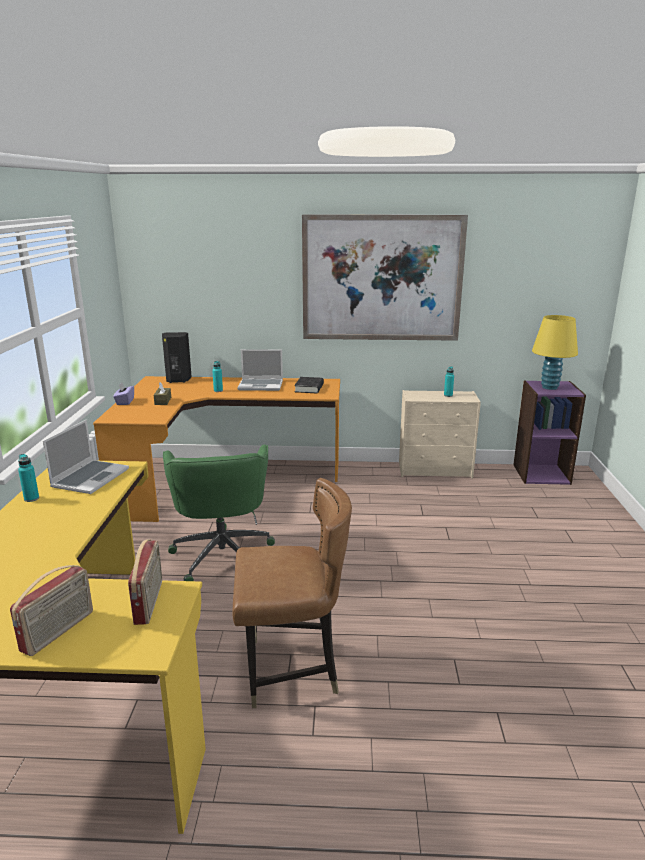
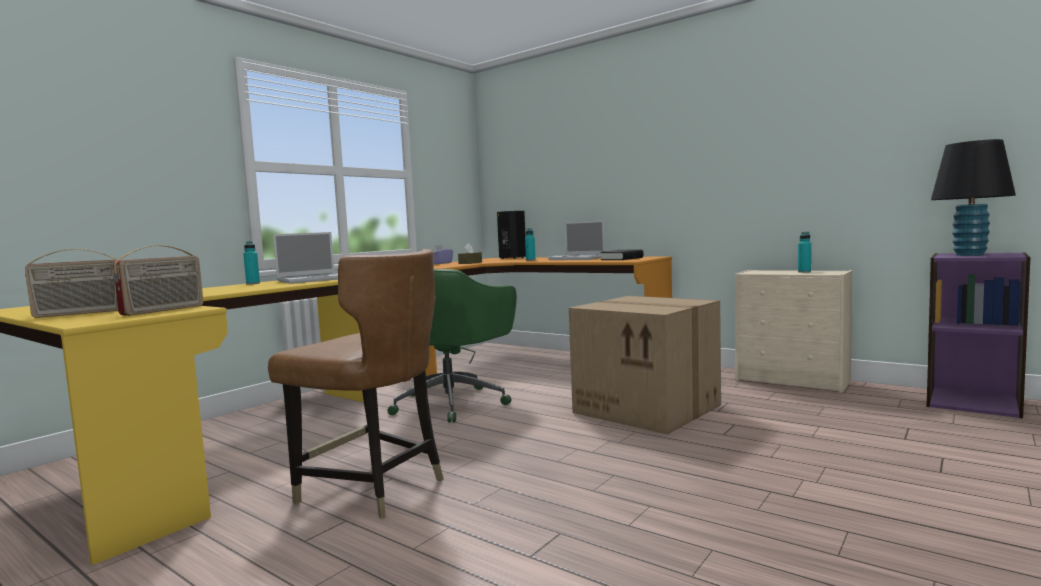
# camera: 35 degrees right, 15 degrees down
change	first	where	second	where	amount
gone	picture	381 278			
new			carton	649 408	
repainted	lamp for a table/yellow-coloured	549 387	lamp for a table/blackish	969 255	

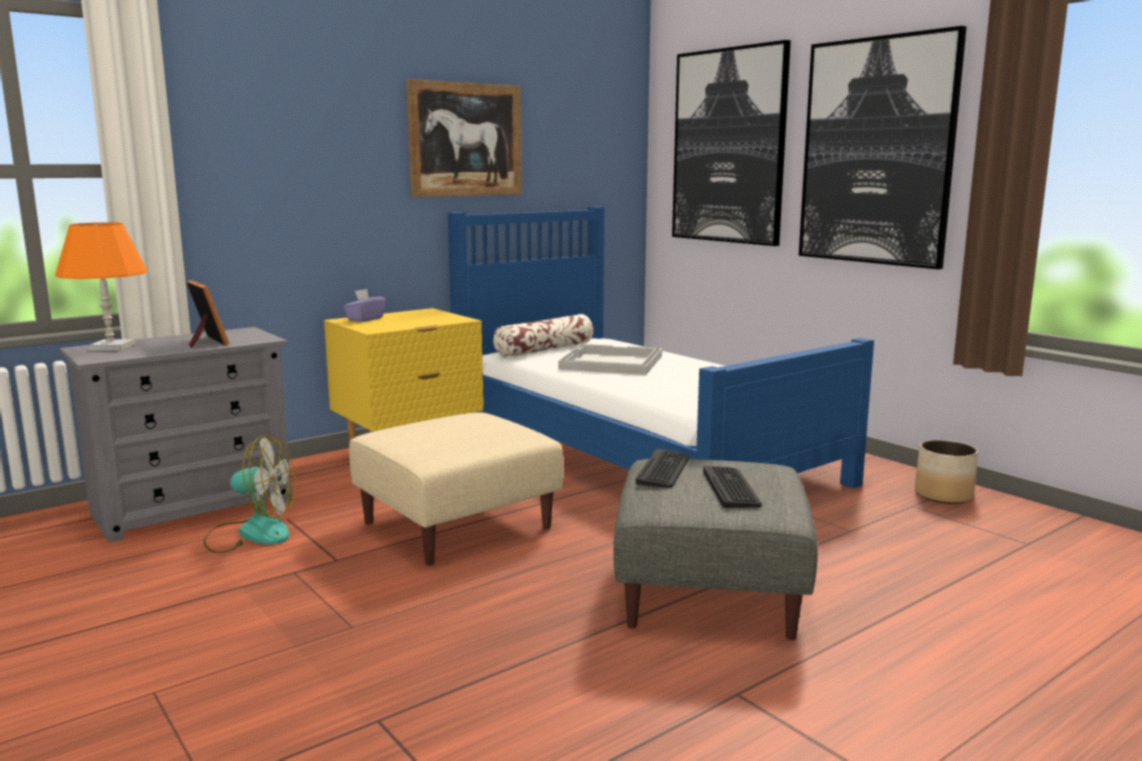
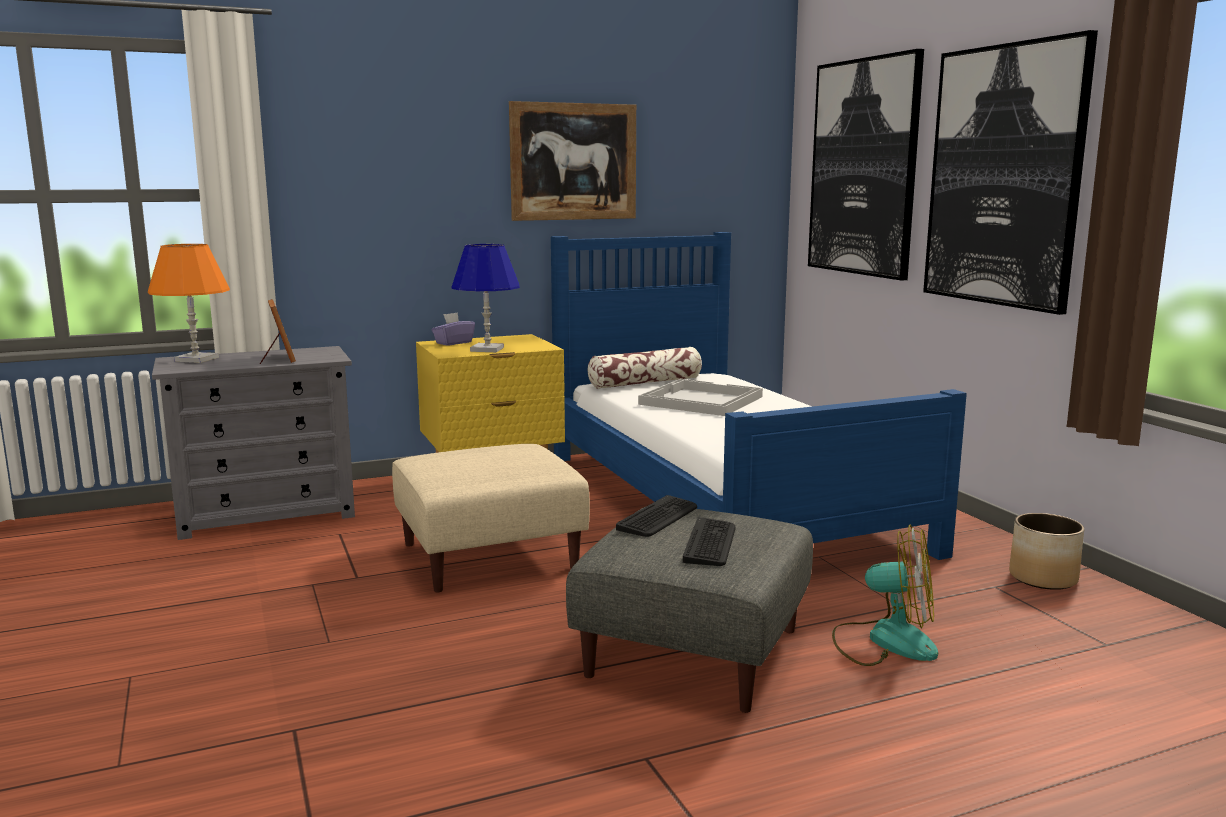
# camera: 15 degrees right, 0 degrees up
change	first	where	second	where	amount
new			lamp for a table/bluish	487 349	
shifted	fan	251 533		885 641	

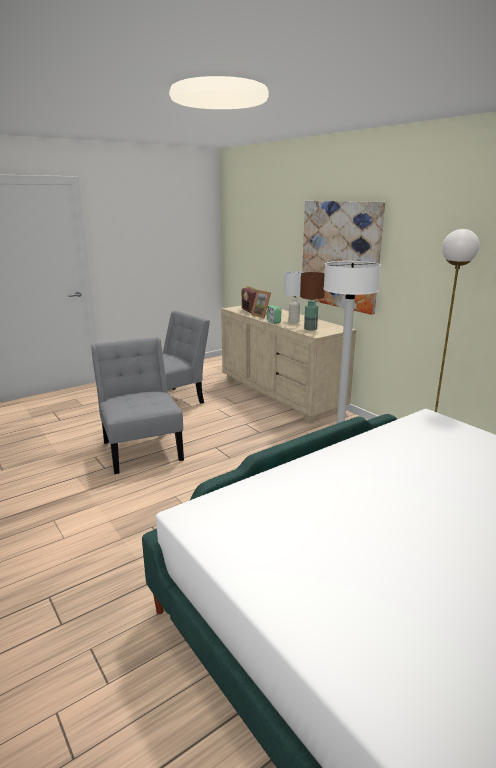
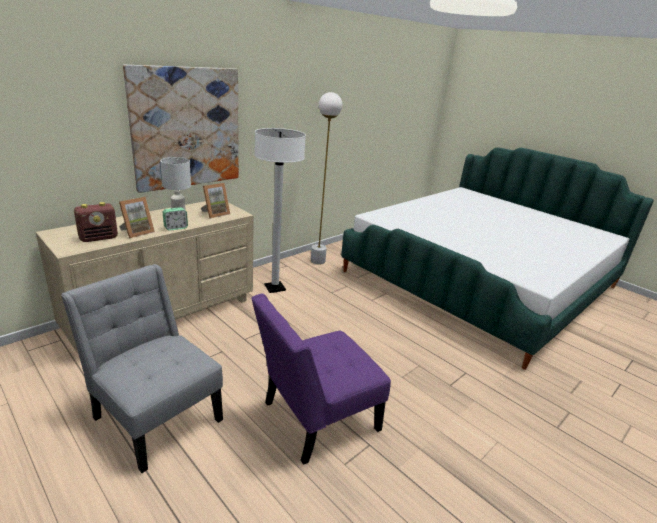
# camera: 100 degrees left, 5 degrees up
change	first	where	second	where	amount
swapped	lamp for a table/brown-coloured	311 329	picture frame	215 214	
repainted	plain chair/gray	142 448	plain chair/purple-coloured	315 418	

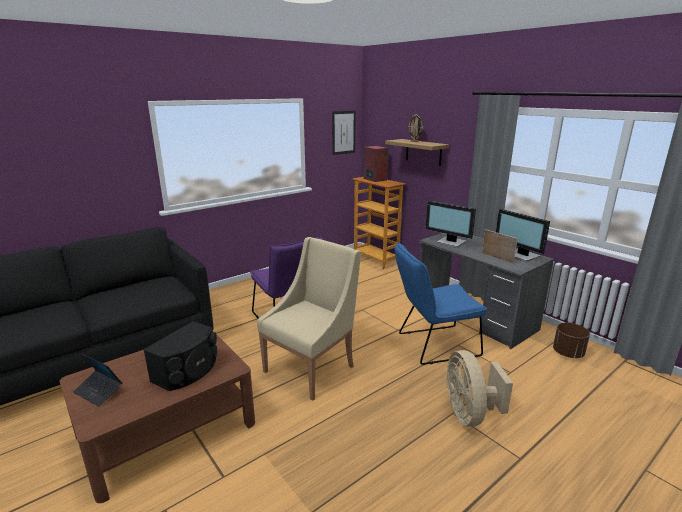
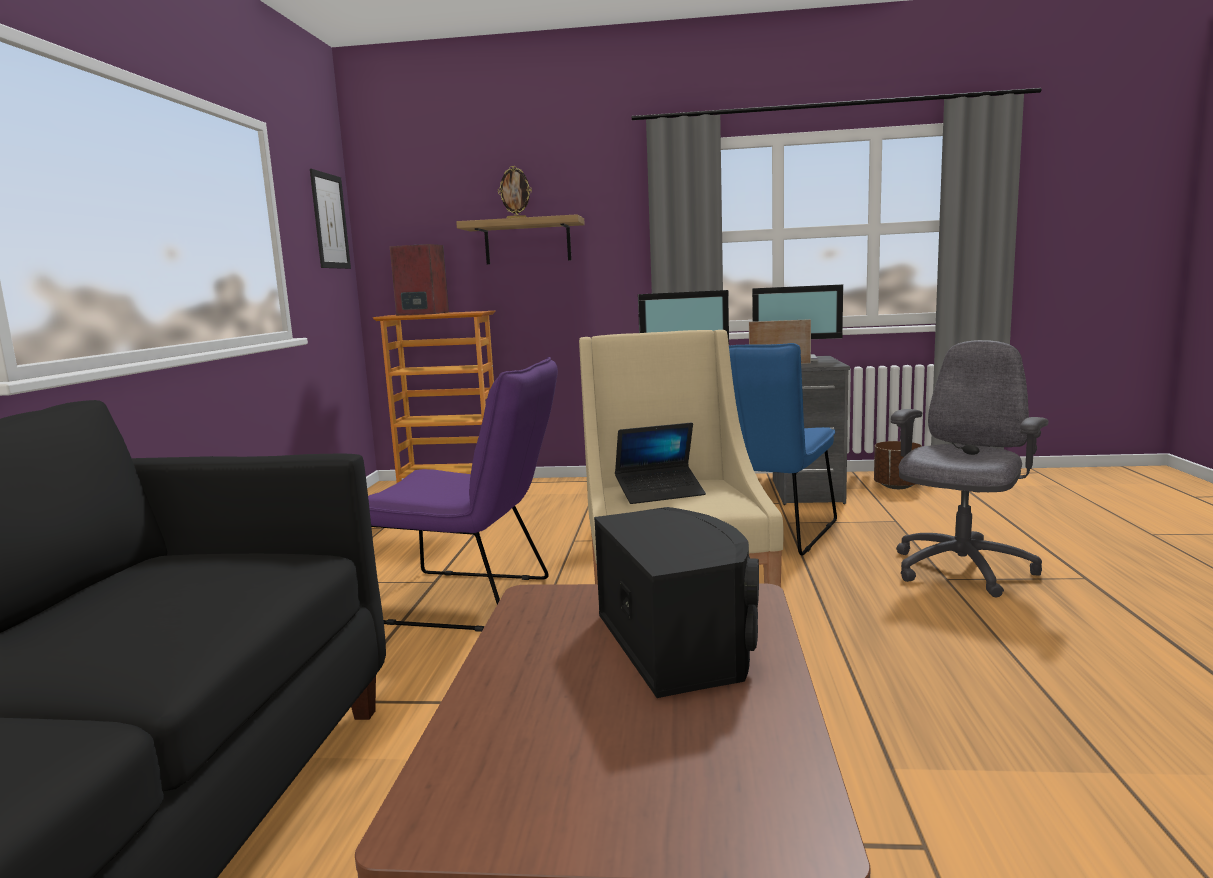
# camera: 45 degrees left, 10 degrees down
change	first	where	second	where	amount
shifted	portable computer	99 392		660 493	
swapped	fan/beige-coloured	469 414	computer chair/gray	960 570	

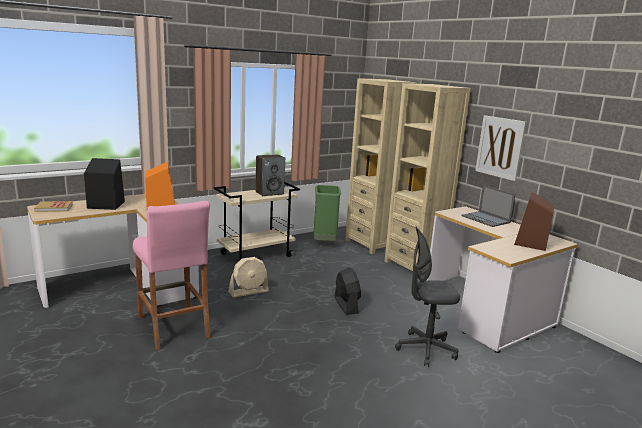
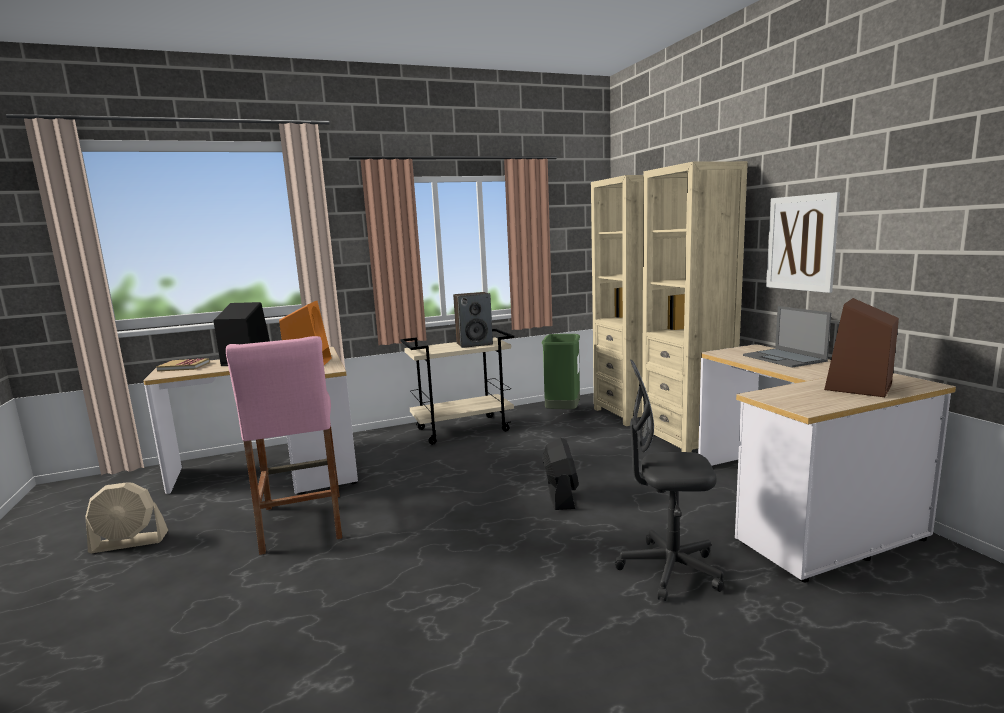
# camera: 15 degrees right, 5 degrees down
change	first	where	second	where	amount
shifted	fan/beige-coloured	248 292		130 542	

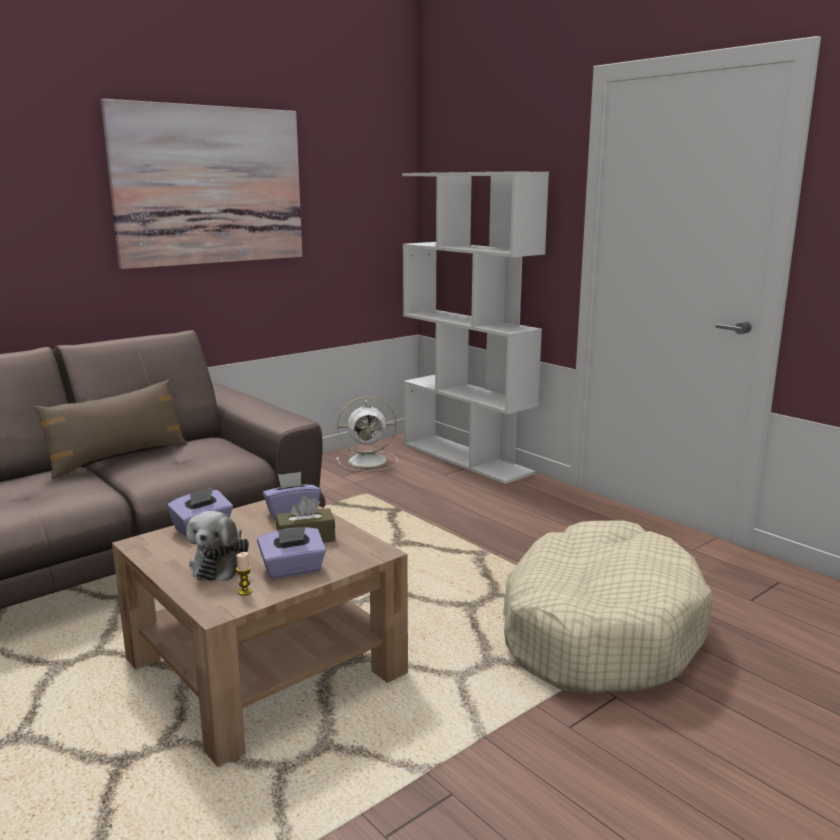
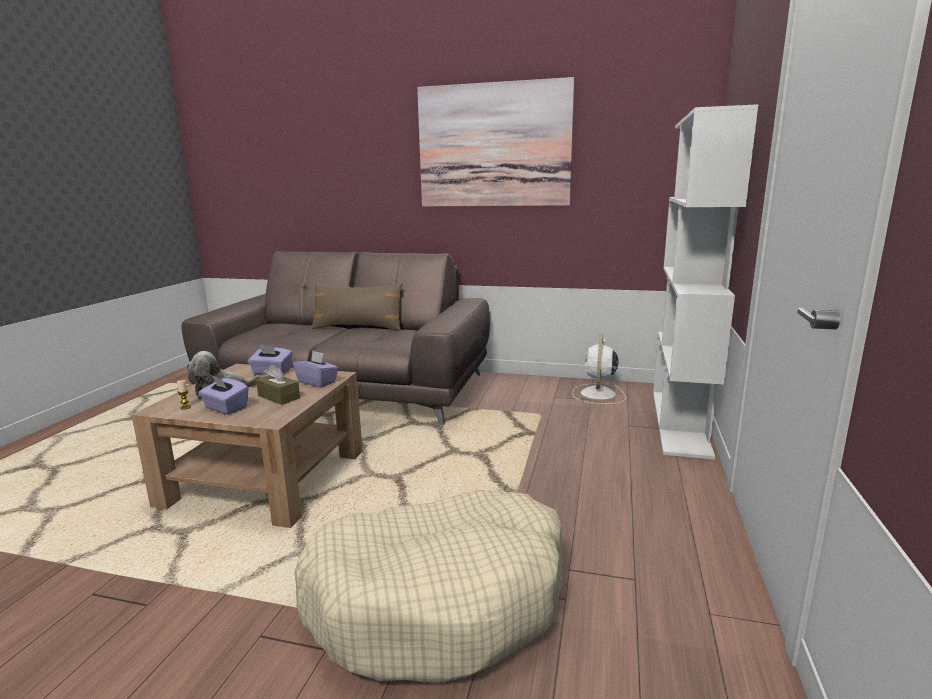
# camera: 55 degrees right, 0 degrees up
change	first	where	second	where	amount
rotated	fan/white-coloured	369 461		598 394	60 degrees clockwise

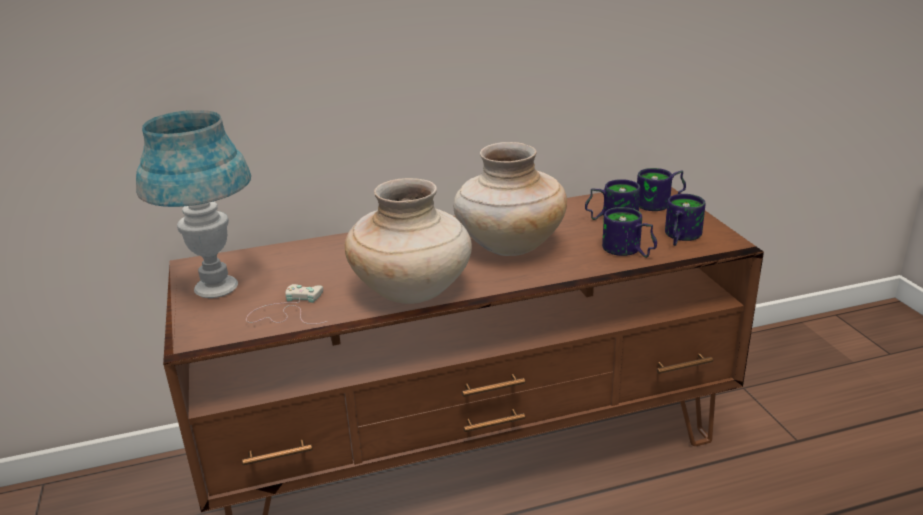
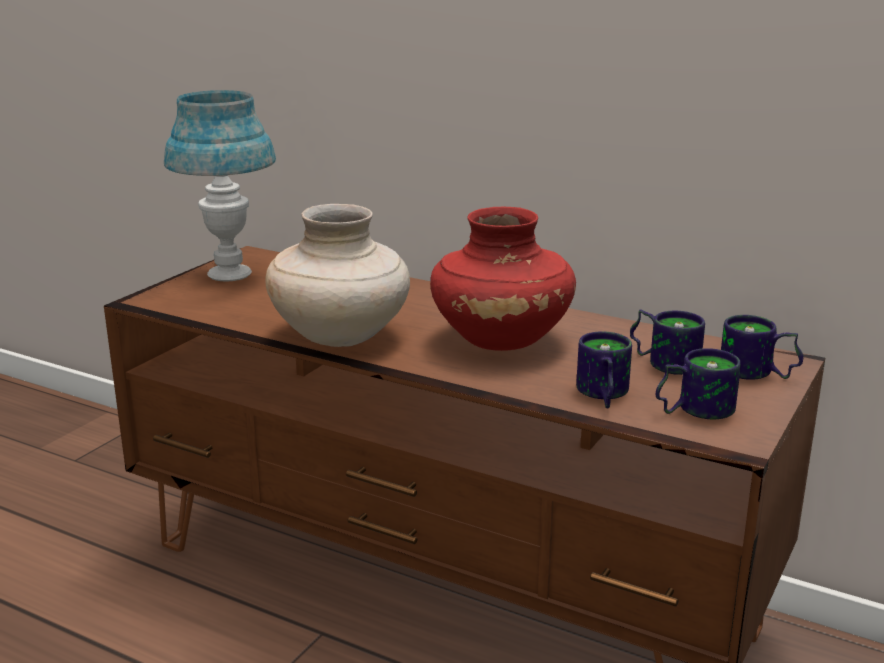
# camera: 45 degrees right, 5 degrees down
change	first	where	second	where	amount
gone	gamepad/white-coloured	288 311			
repainted	flower vase/beige-coloured	509 246	flower vase/reddish	501 340	

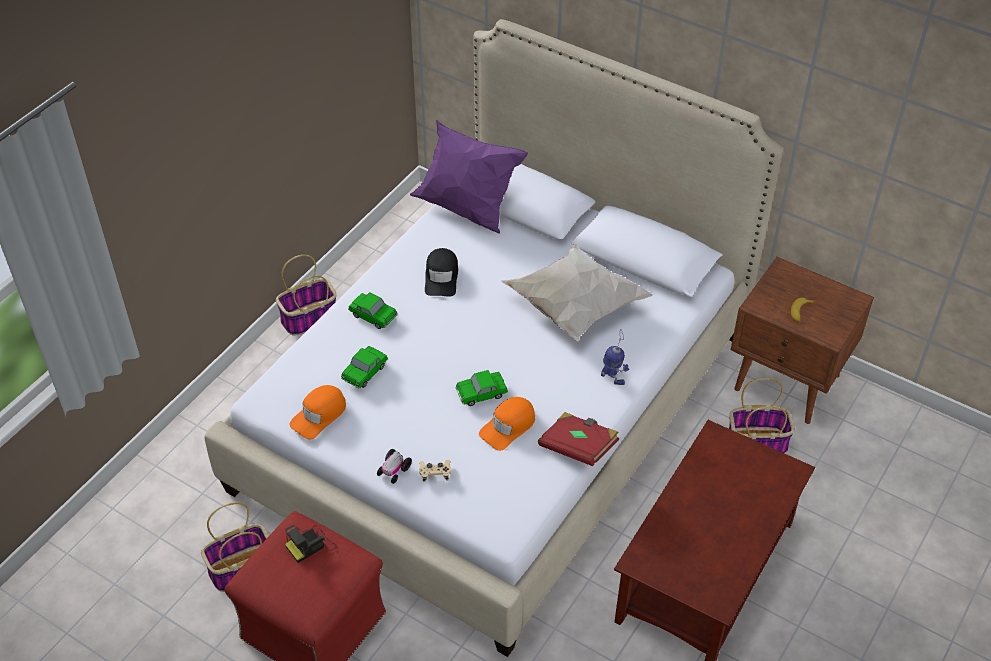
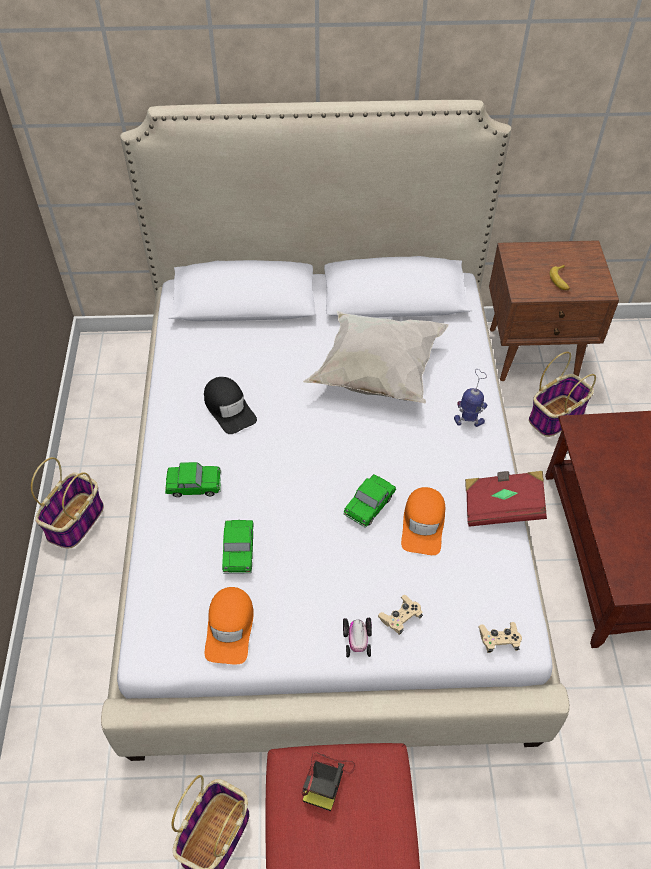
# camera: 35 degrees left, 5 degrees up
change	first	where	second	where	amount
gone	throw pillow/purple-coloured	467 211			
new			gamepad/beige-coloured	499 640	

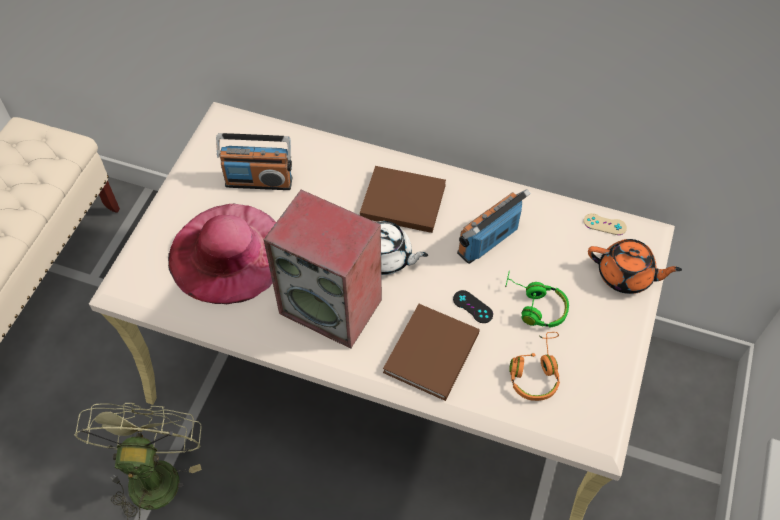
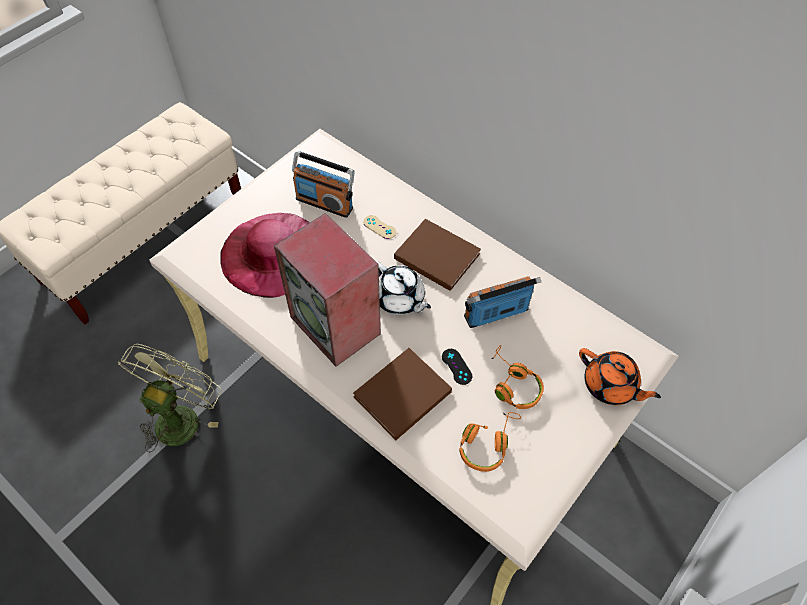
# camera: 20 degrees right, 0 degrees up
change	first	where	second	where	amount
shifted	gamepad/beige-coloured	604 224		379 227	
repainted	headset/green	534 305	headset/orange-coloured	512 384	

